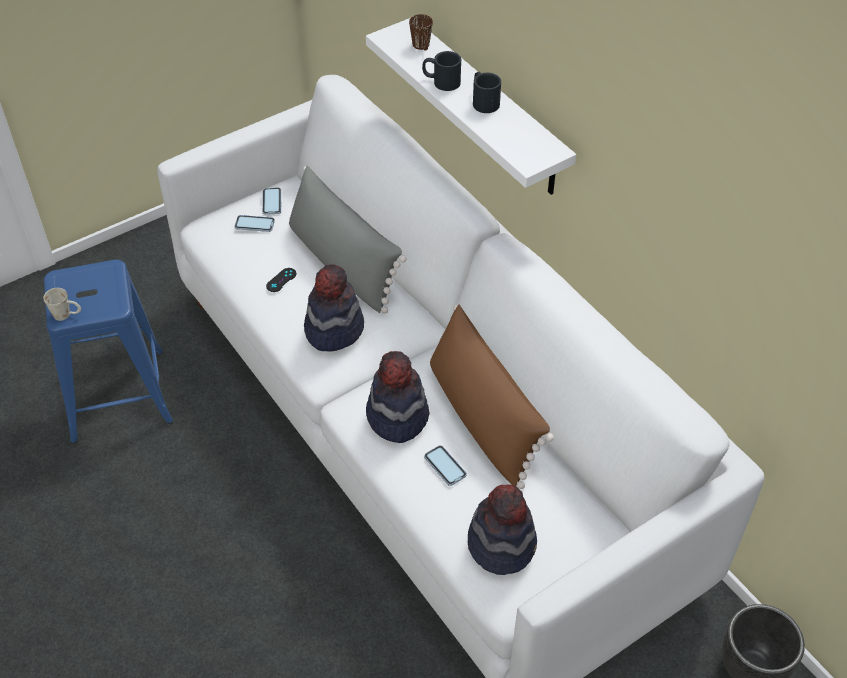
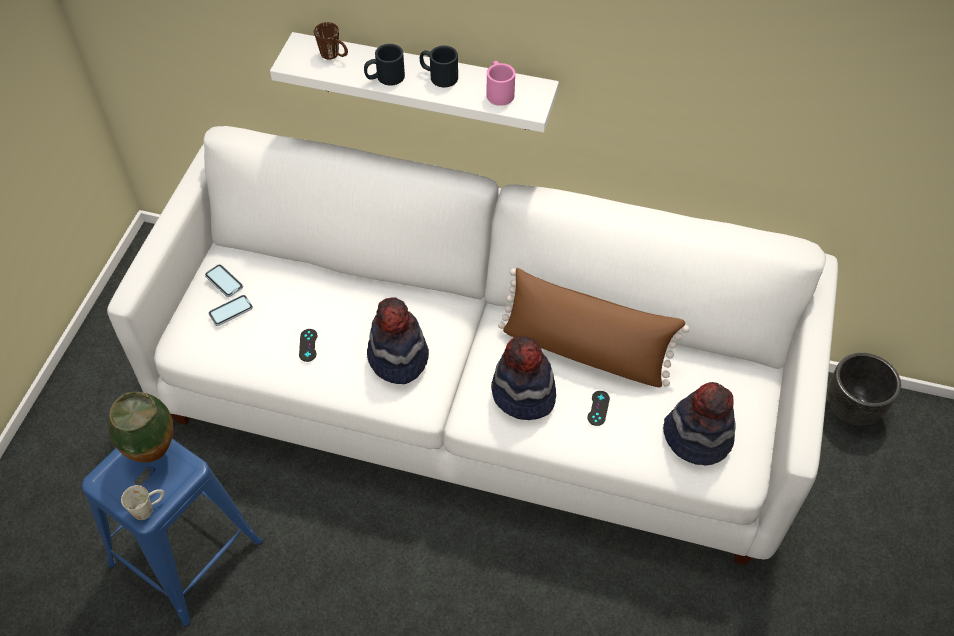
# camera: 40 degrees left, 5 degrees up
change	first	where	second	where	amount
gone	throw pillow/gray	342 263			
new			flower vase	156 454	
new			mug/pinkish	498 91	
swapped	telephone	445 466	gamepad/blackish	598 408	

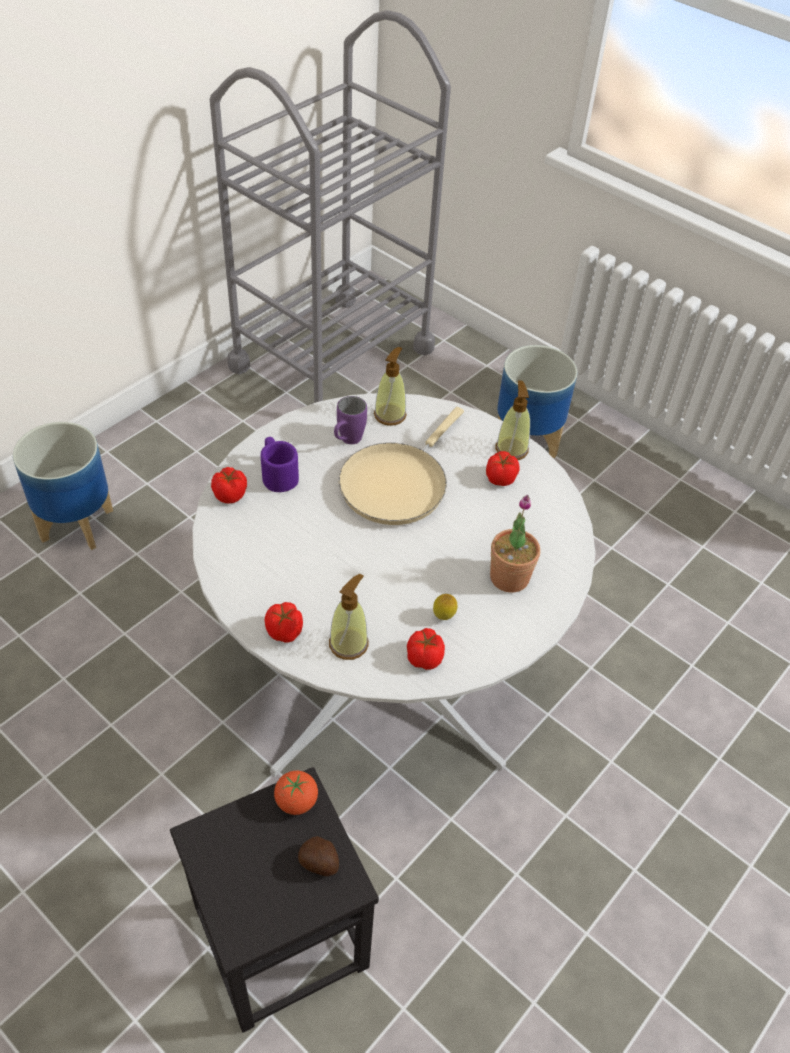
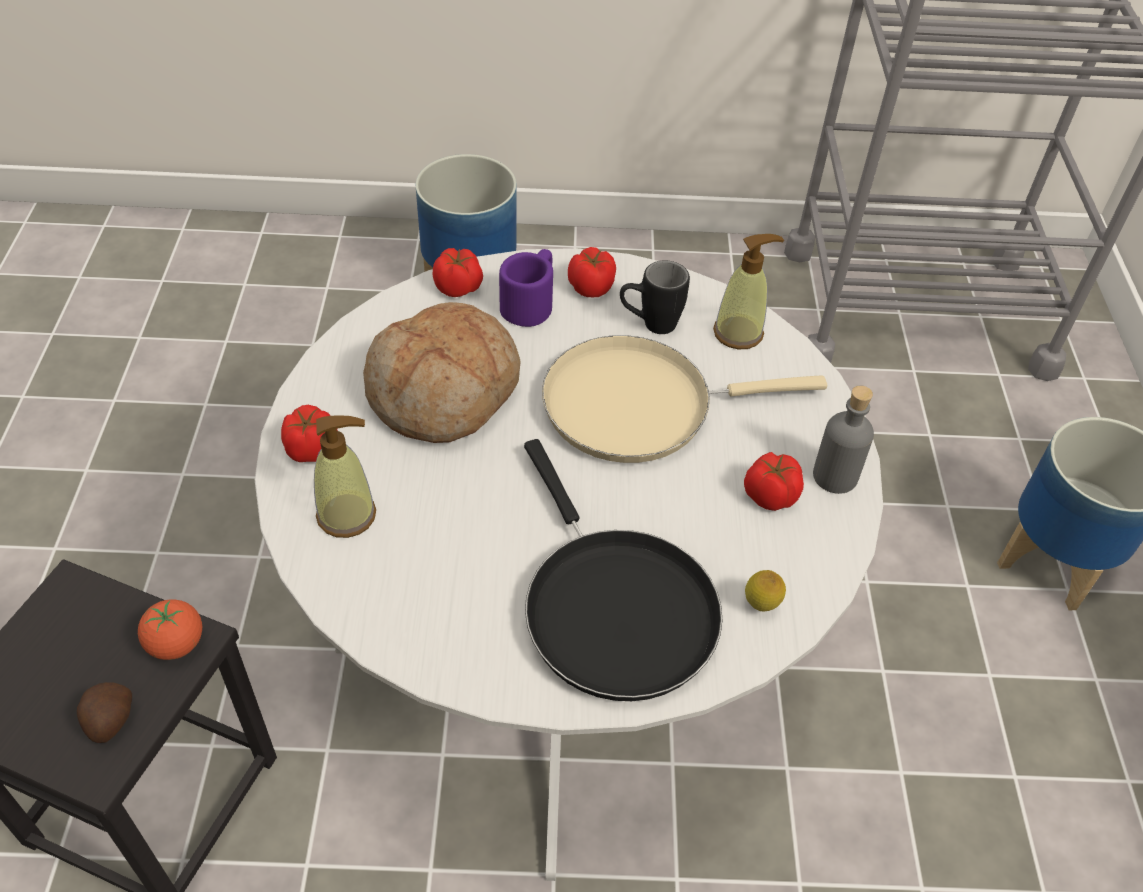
# camera: 50 degrees right, 0 degrees up
change	first	where	second	where	amount
new			baked bread	445 392	
shifted	whole tomato	424 657		592 287	
shifted	lemon	443 617		760 606	
swapped	plant in a pot	509 577	pan/blackish	613 608	
swapped	liquid soap bottle	511 449	bottle/gray	834 476	
repainted	mug/purple-coloured	347 441	mug/blackish	649 325	

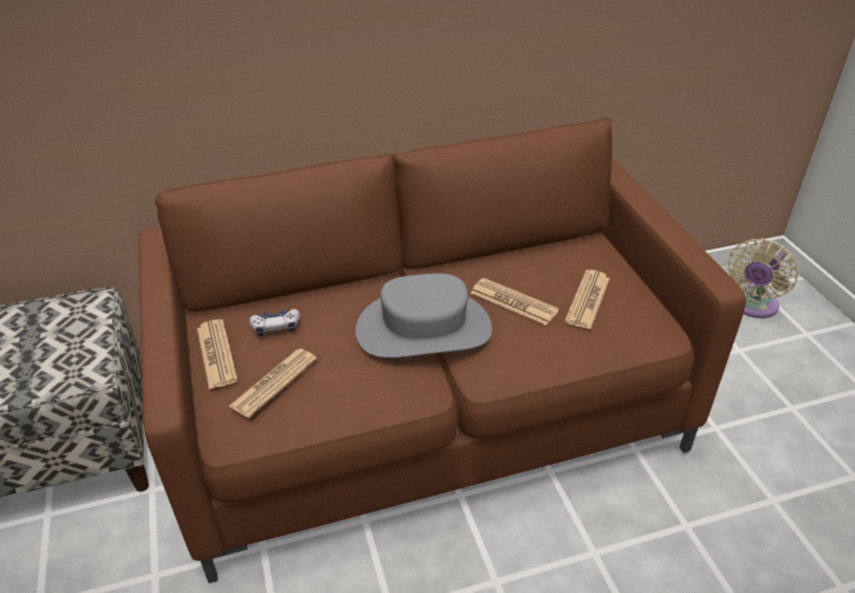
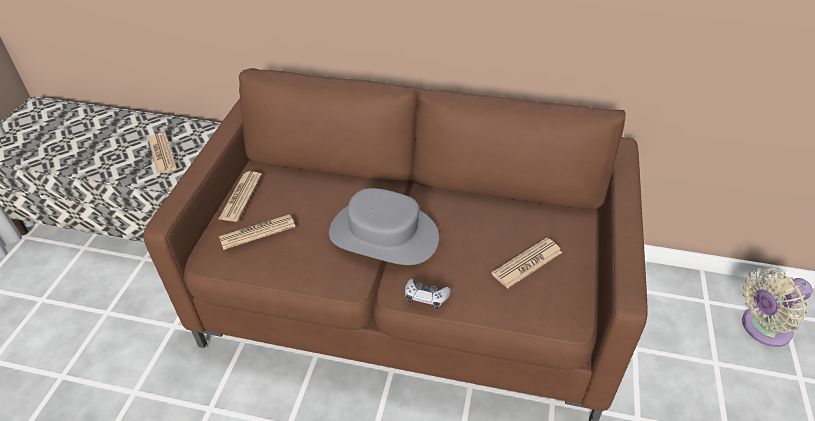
# camera: 30 degrees right, 5 degrees up
change	first	where	second	where	amount
shifted	gamepad	276 327		426 297	
shifted	newspaper	513 302		162 153	

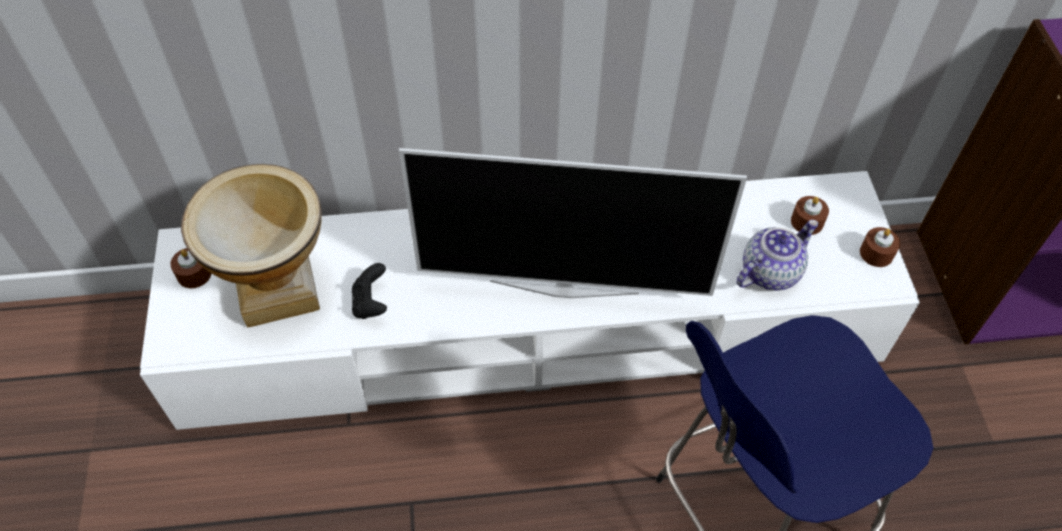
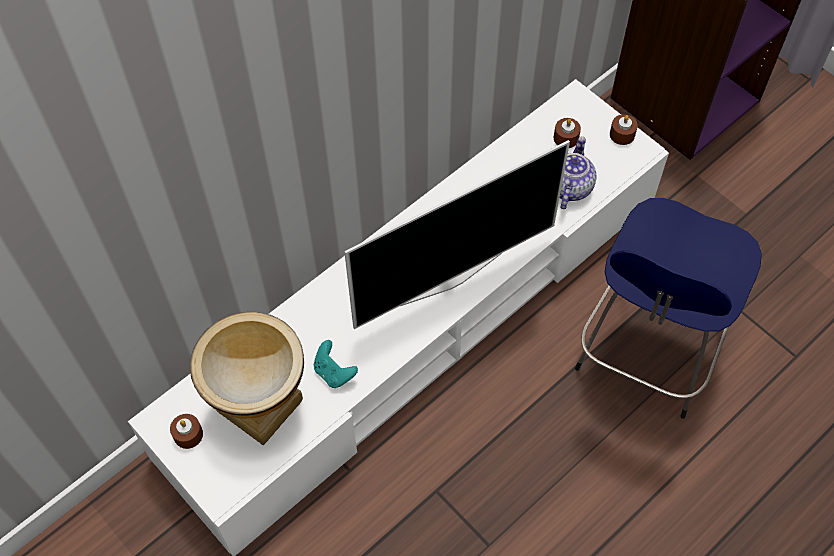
# camera: 35 degrees left, 5 degrees up
change	first	where	second	where	amount
repainted	gamepad/blackish	371 303	gamepad/turquoise	334 372	

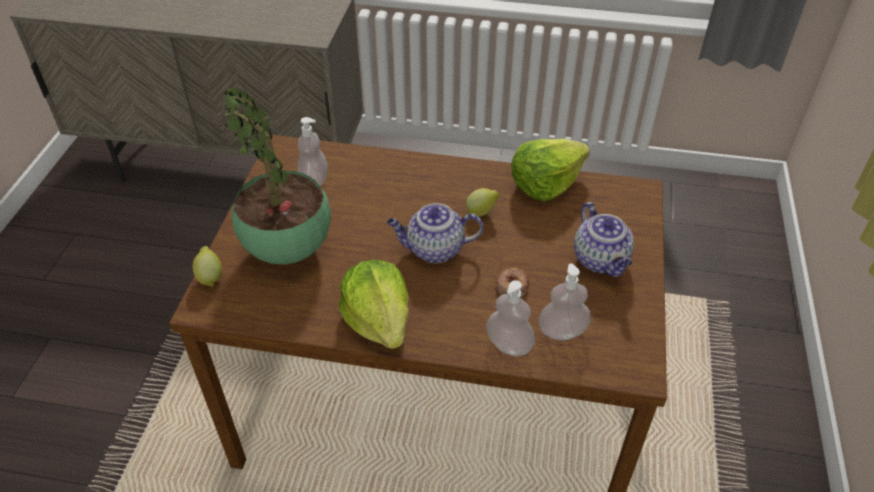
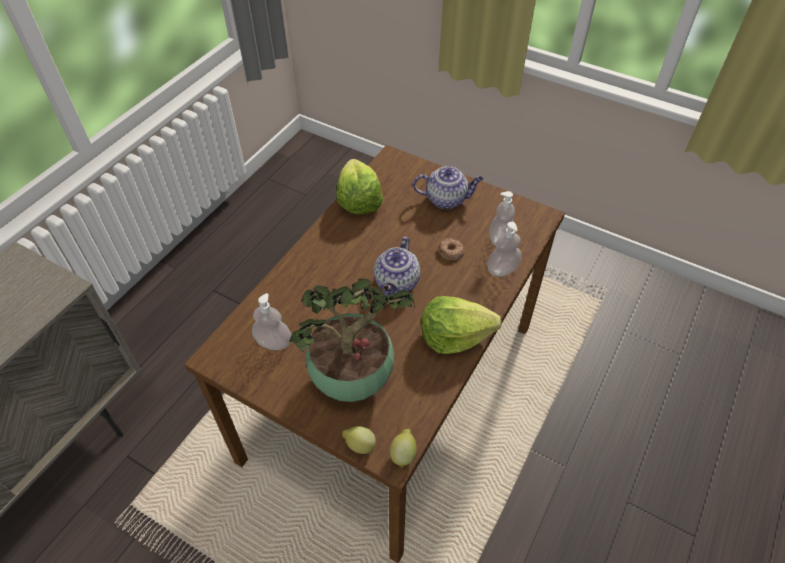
# camera: 70 degrees left, 5 degrees up
change	first	where	second	where	amount
shifted	lemon	481 212		403 454	

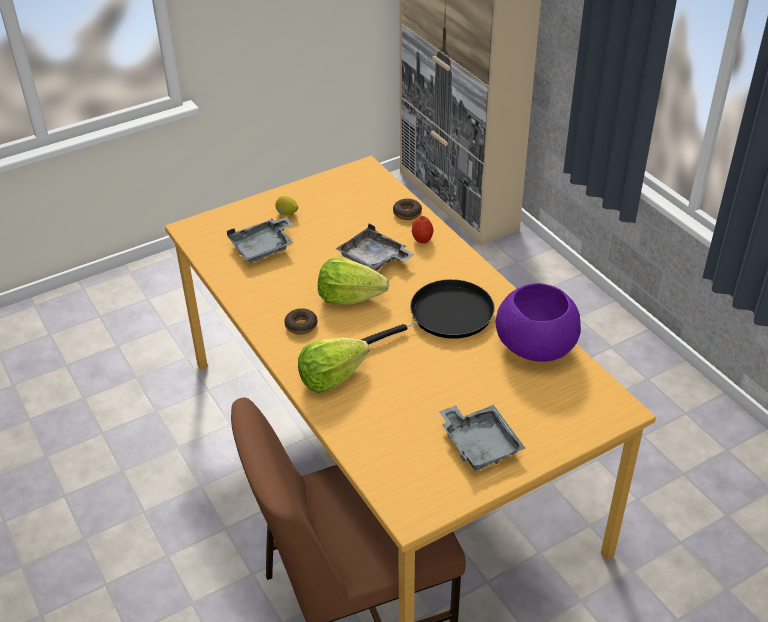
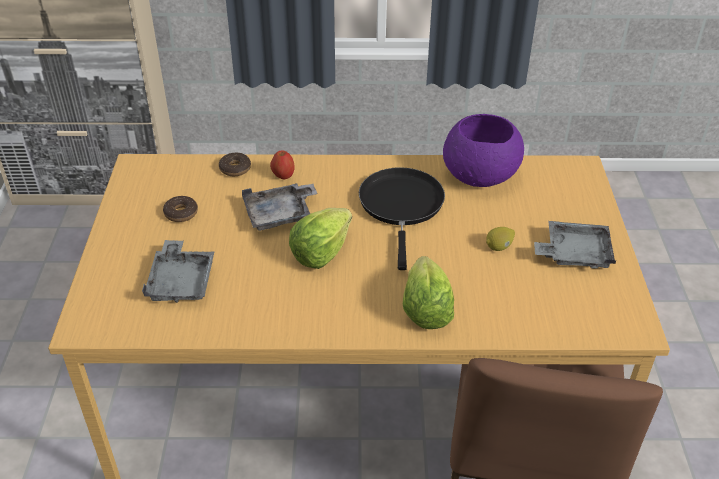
# camera: 60 degrees left, 0 degrees up
change	first	where	second	where	amount
shifted	lemon	287 213		499 247	
shifted	donut	301 325		181 213	

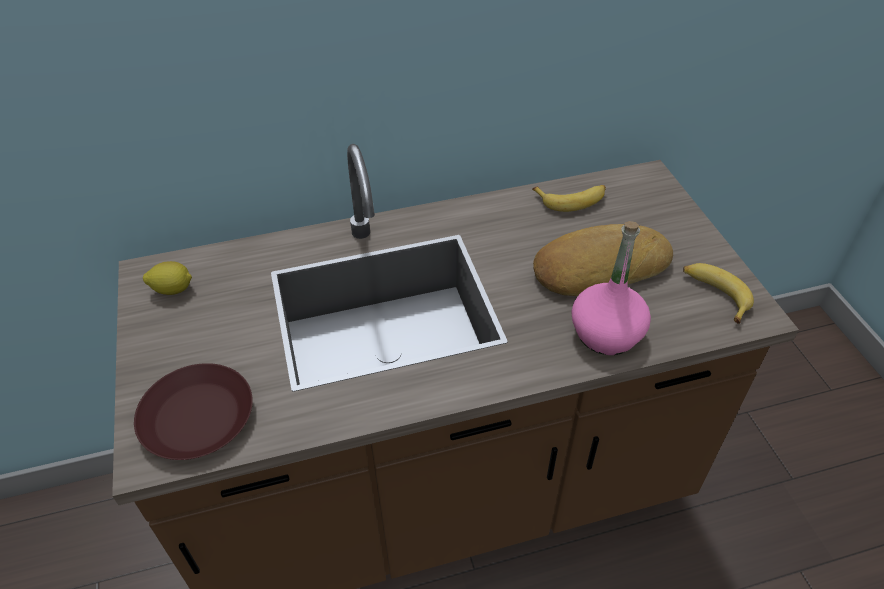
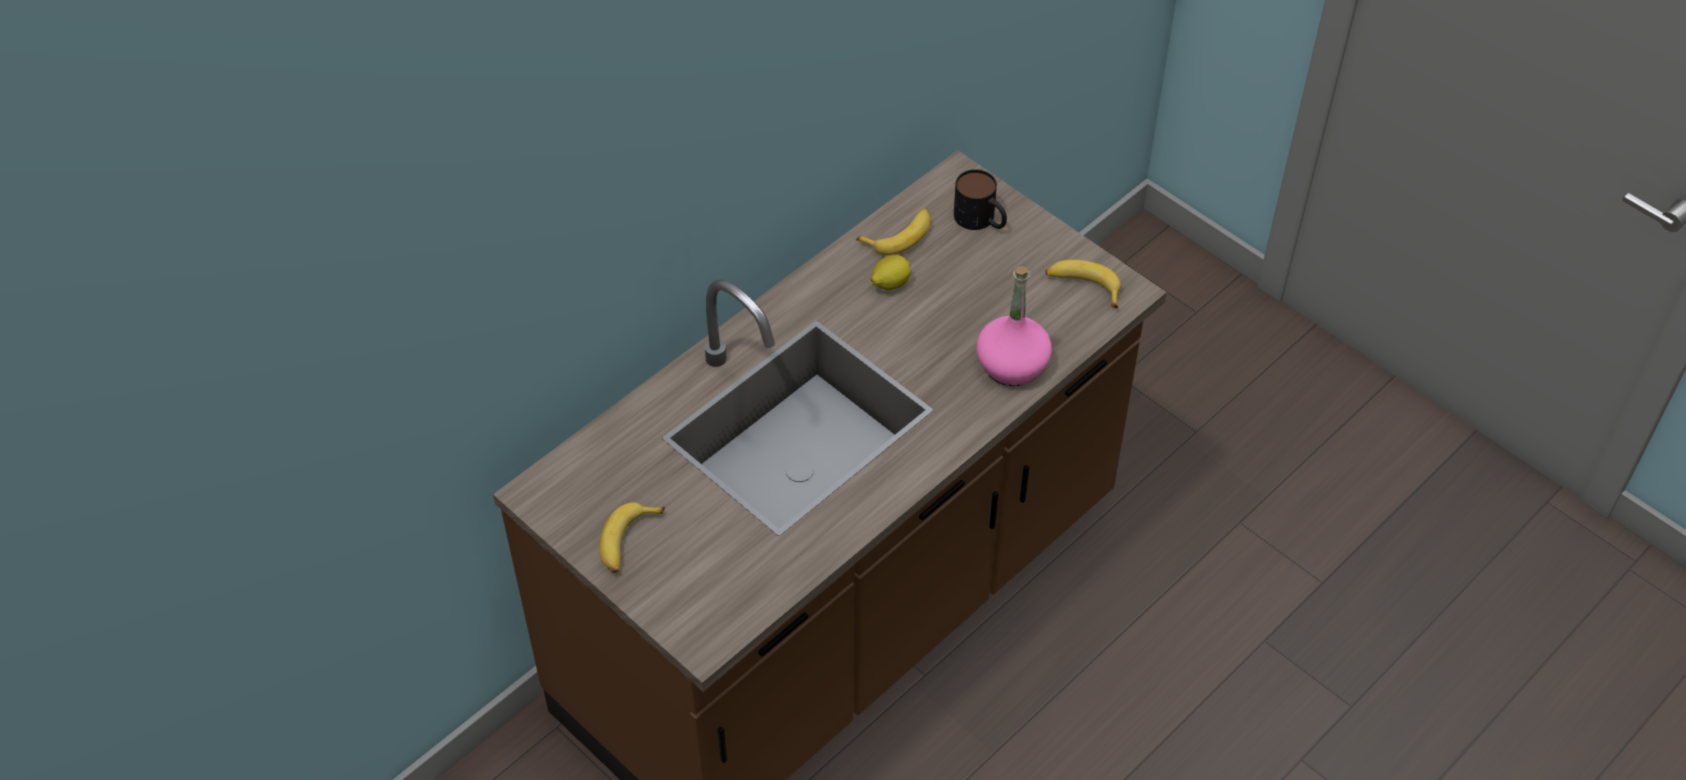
# camera: 30 degrees left, 5 degrees up
change	first	where	second	where	amount
gone	dinner plate/brown-coloured	198 416			
gone	baked bread	598 267			
new			banana fruit	628 542	
new			mug	981 220	
shifted	lemon	173 289		890 284	

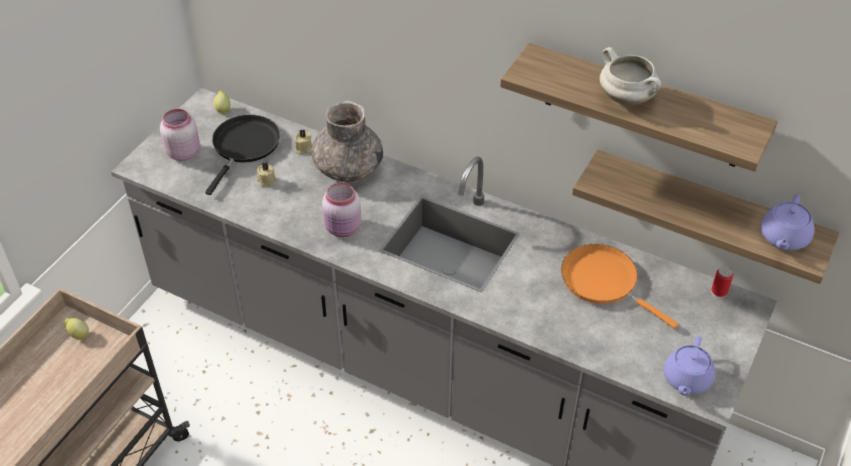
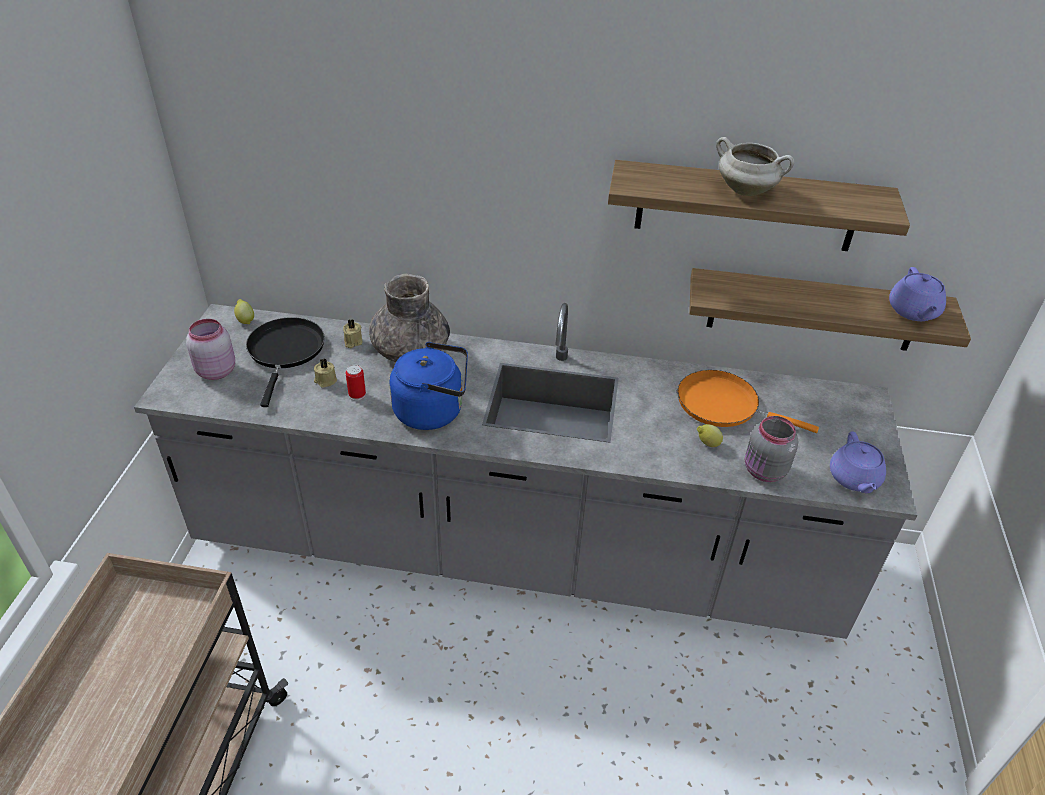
# camera: 20 degrees left, 5 degrees down
change	first	where	second	where	amount
new			jar/gray	764 471	
shifted	lemon	78 335		707 444	
shifted	sealed can	719 292		357 395	
swapped	jar/pinkish	343 228	water kettle/bluish	433 411	

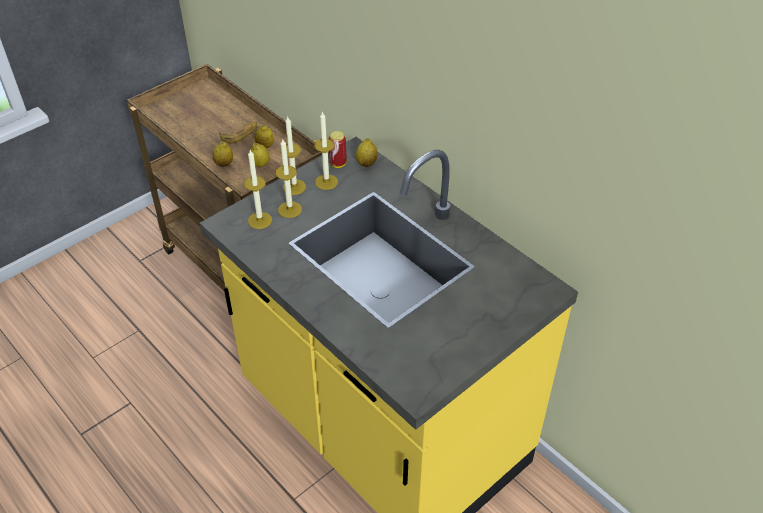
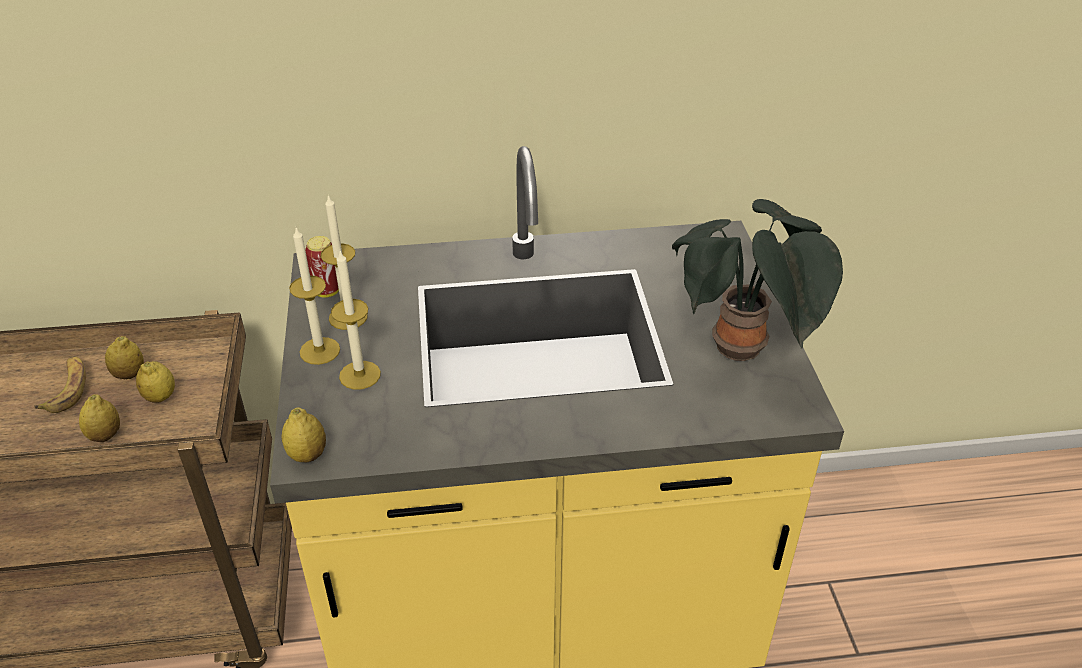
# camera: 55 degrees left, 5 degrees down
change	first	where	second	where	amount
gone	wax candle	260 220			
new			plant in a pot	742 352	
shifted	lemon	366 164		307 455	

